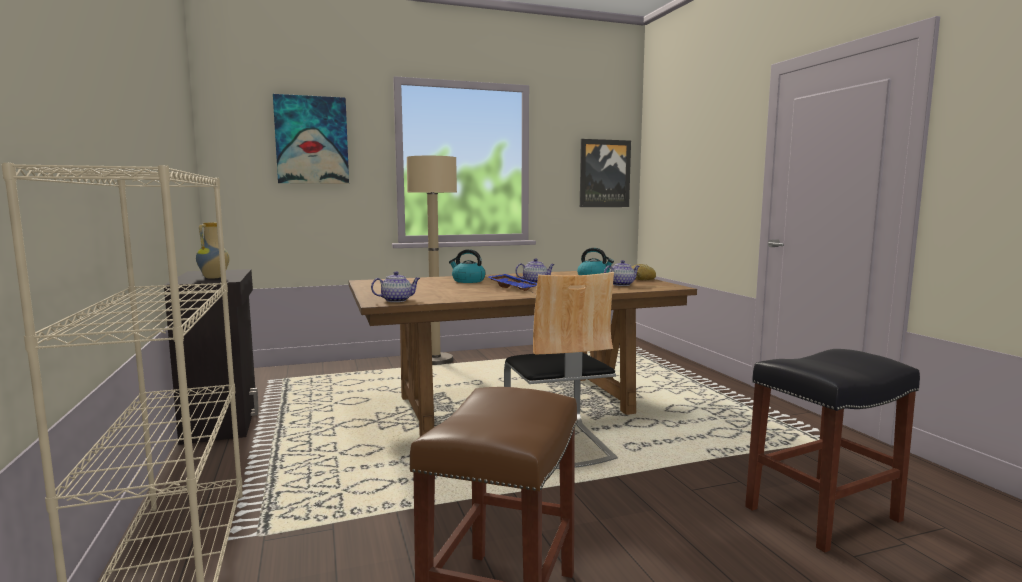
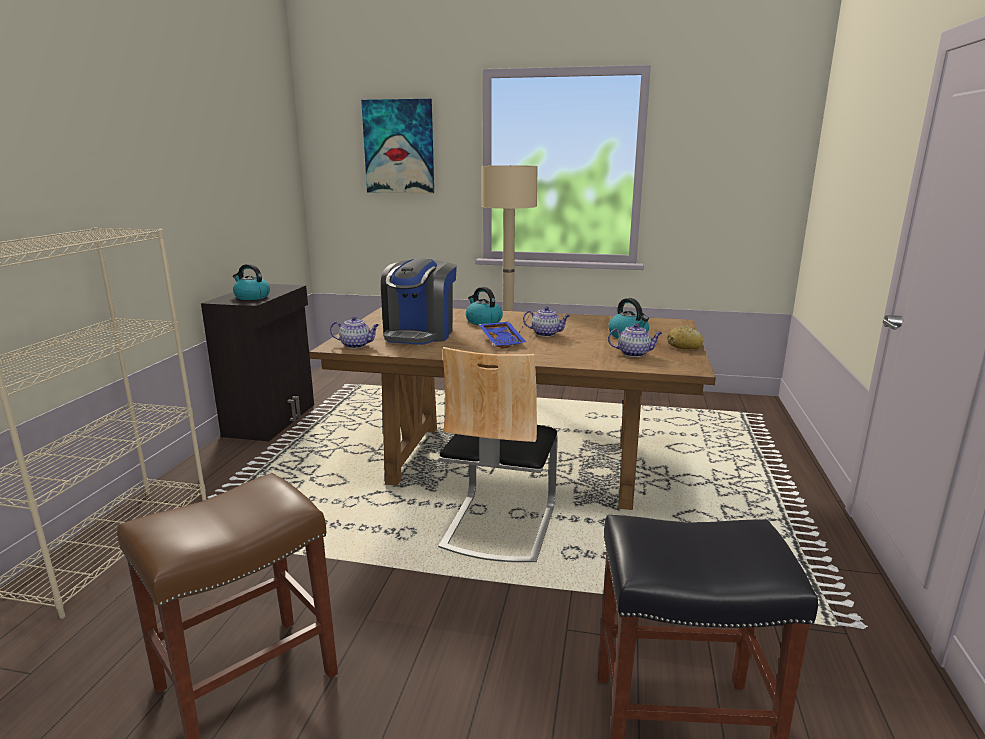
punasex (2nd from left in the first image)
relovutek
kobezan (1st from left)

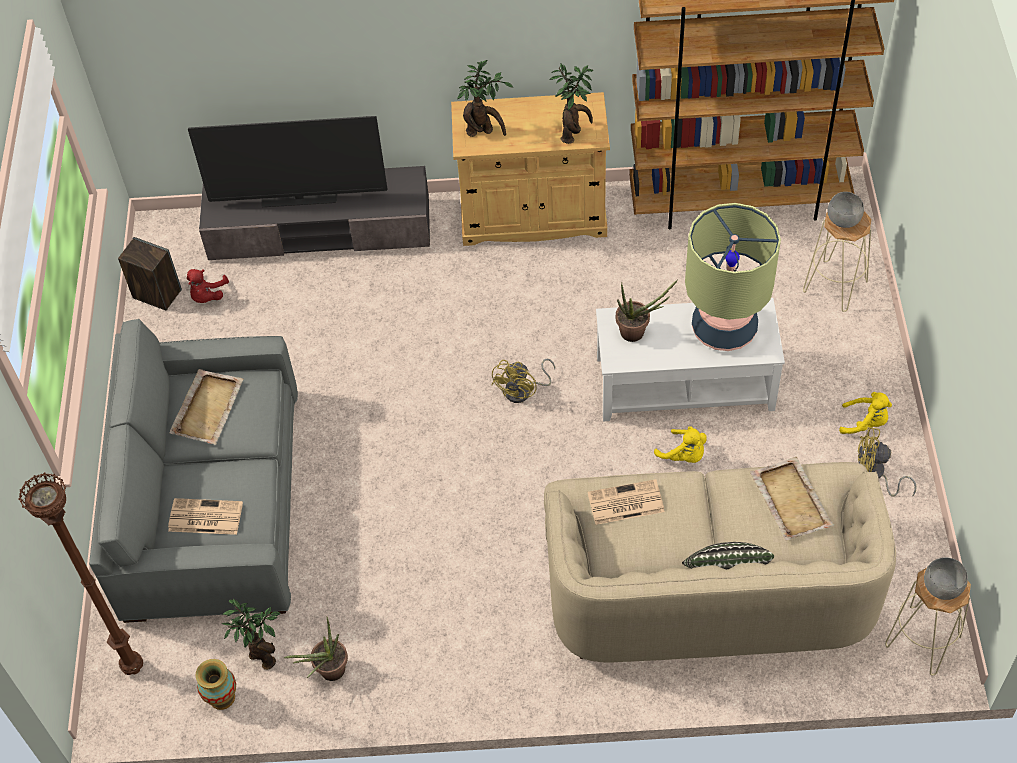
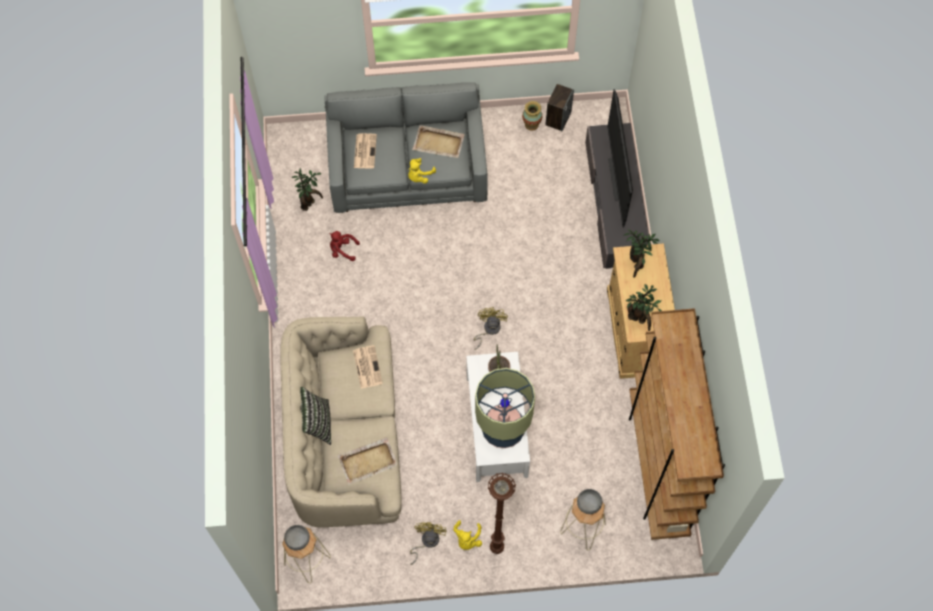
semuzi (2nd from left in the first image)
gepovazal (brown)
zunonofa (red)
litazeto
zunonofa (yellow) (1st from left)
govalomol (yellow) (2nd from left)

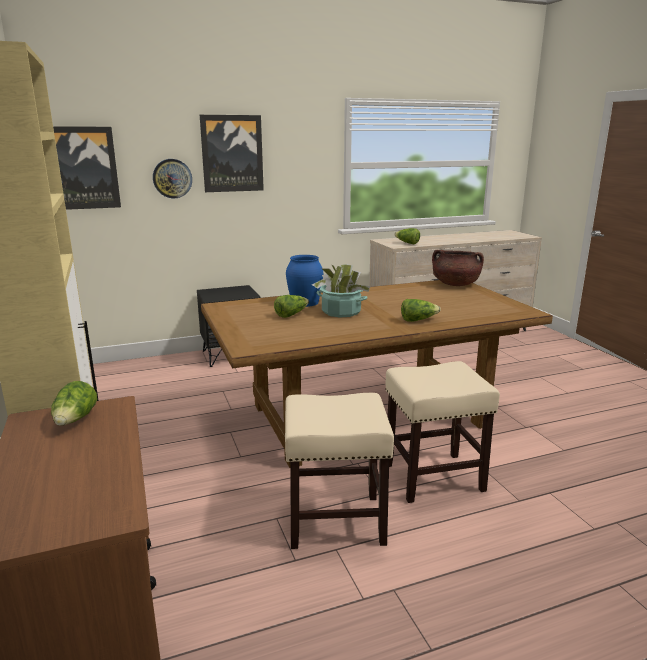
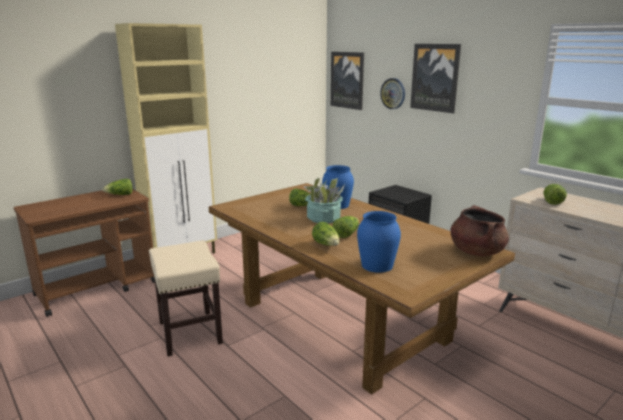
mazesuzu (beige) (2nd from left in the first image)
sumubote (4th from left)
litazeto (blue) (2nd from left)

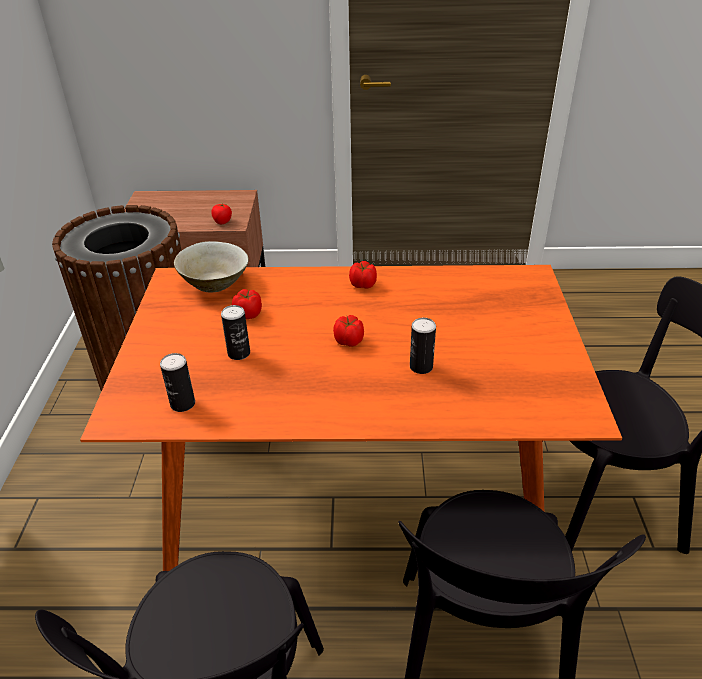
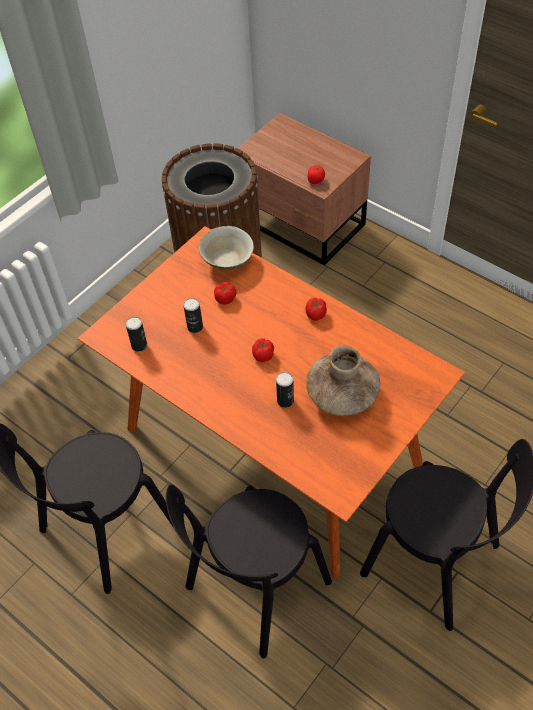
litazeto (brown)

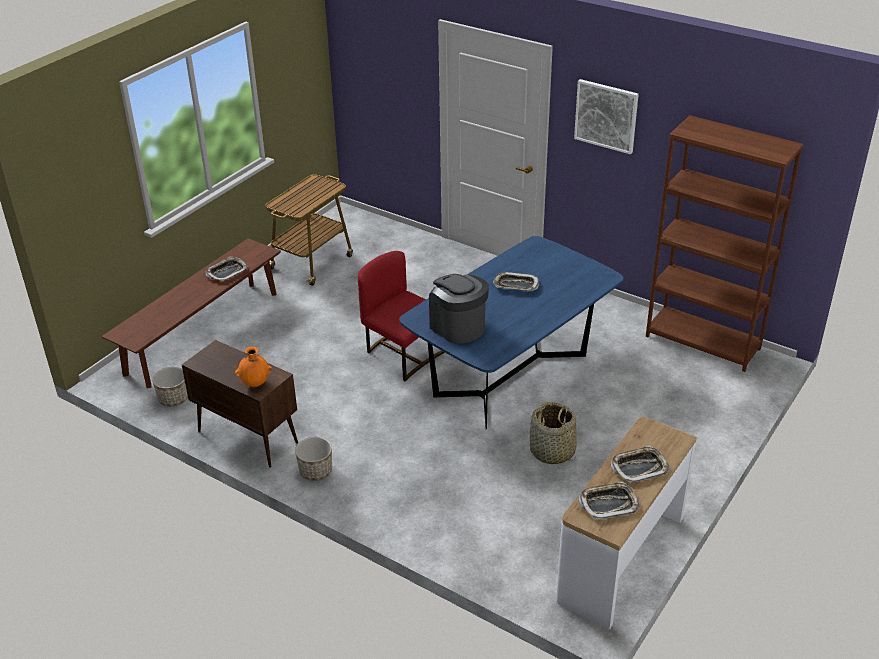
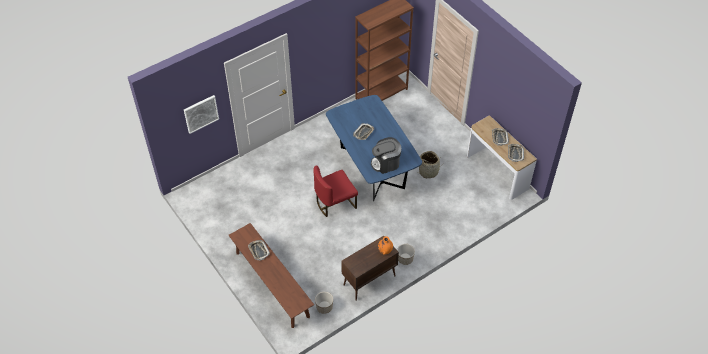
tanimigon
punasex

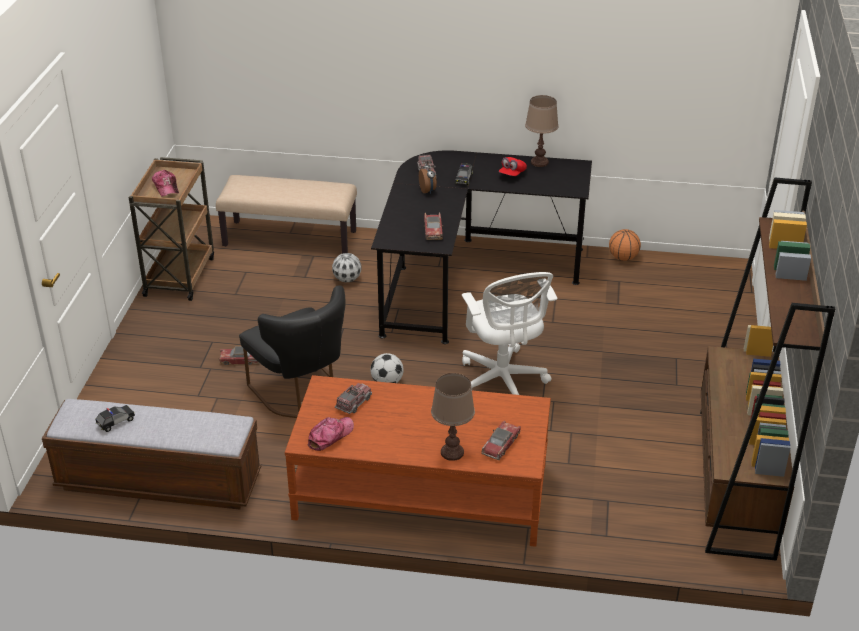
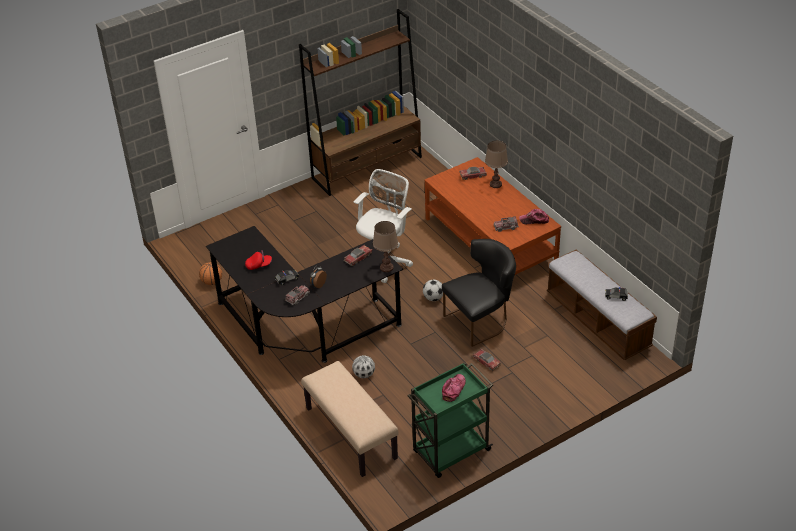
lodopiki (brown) (1st from left)
tanimigon (green)
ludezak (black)

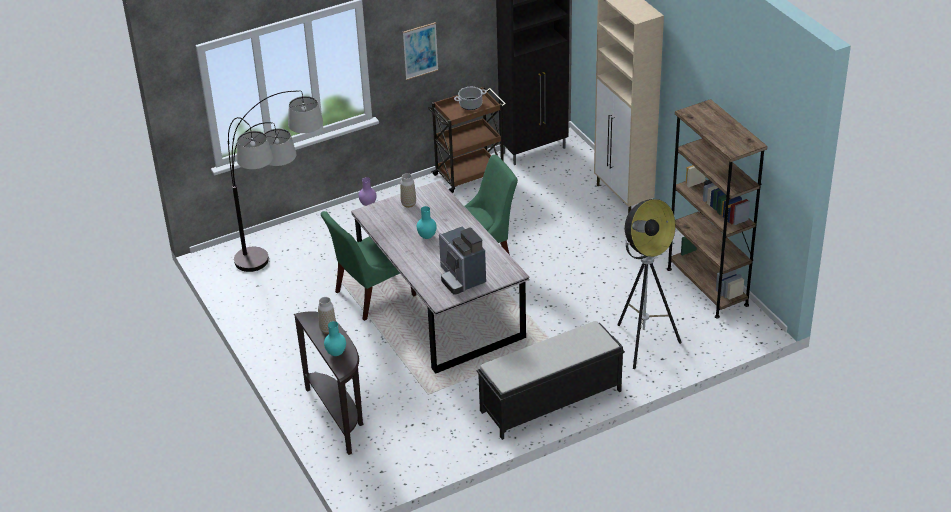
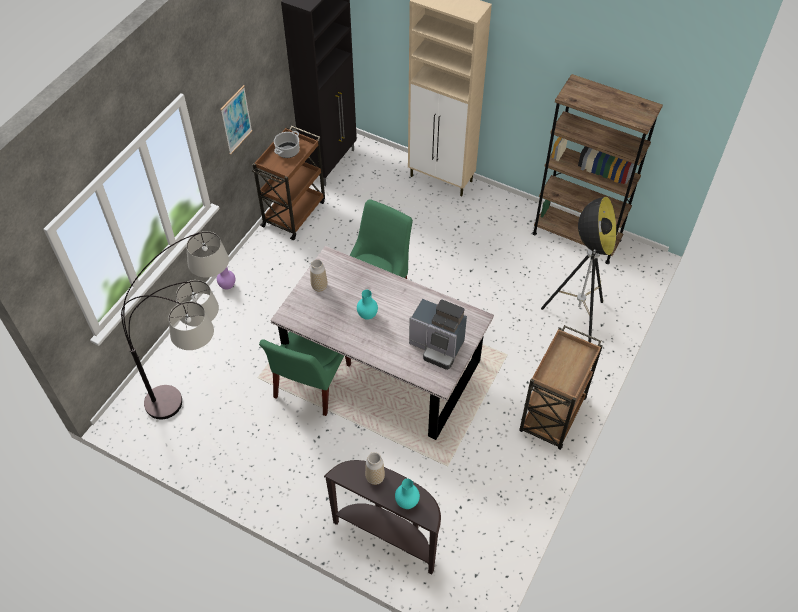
tanimigon (brown) (2nd from left)

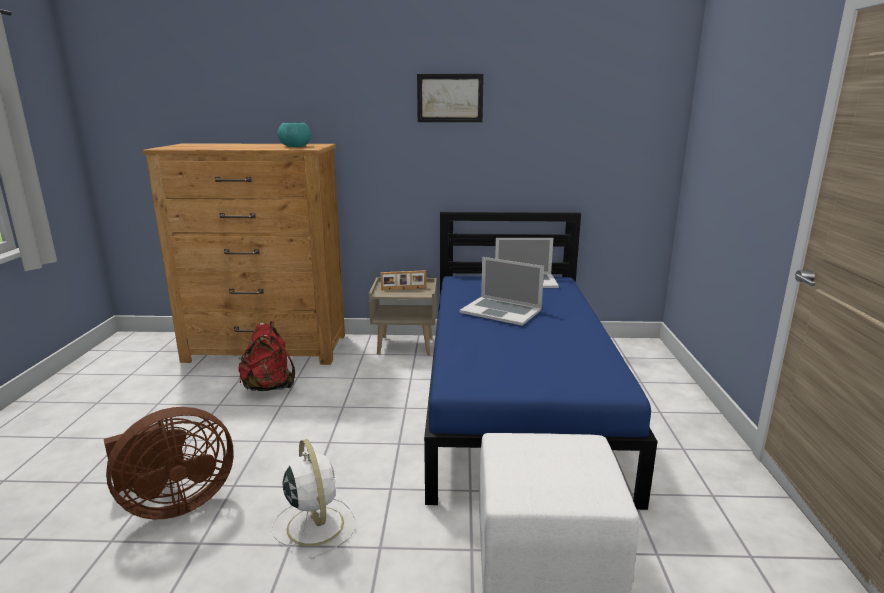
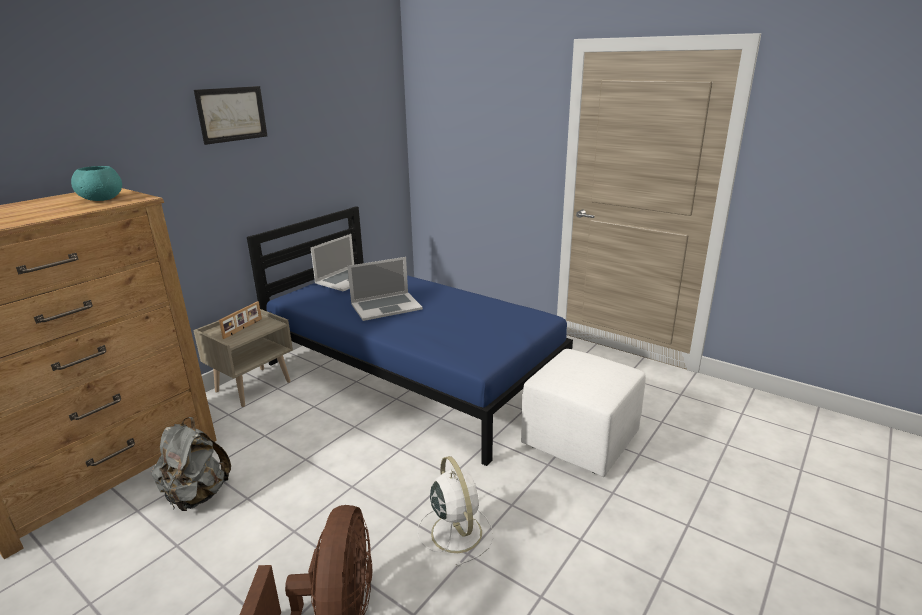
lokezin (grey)
govalomol (white)

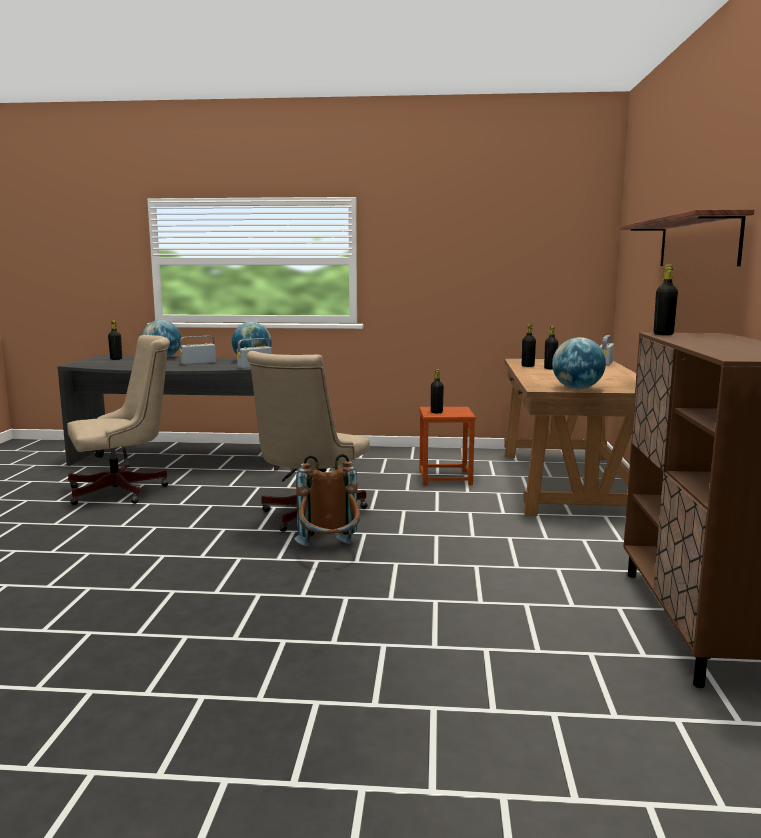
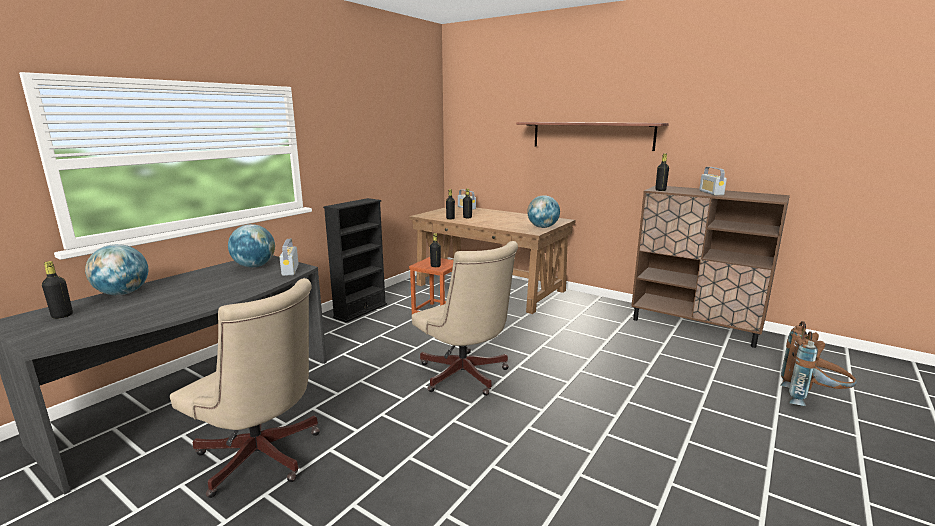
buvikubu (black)
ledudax (3rd from left)
lokezin (brown)
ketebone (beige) (1st from left)

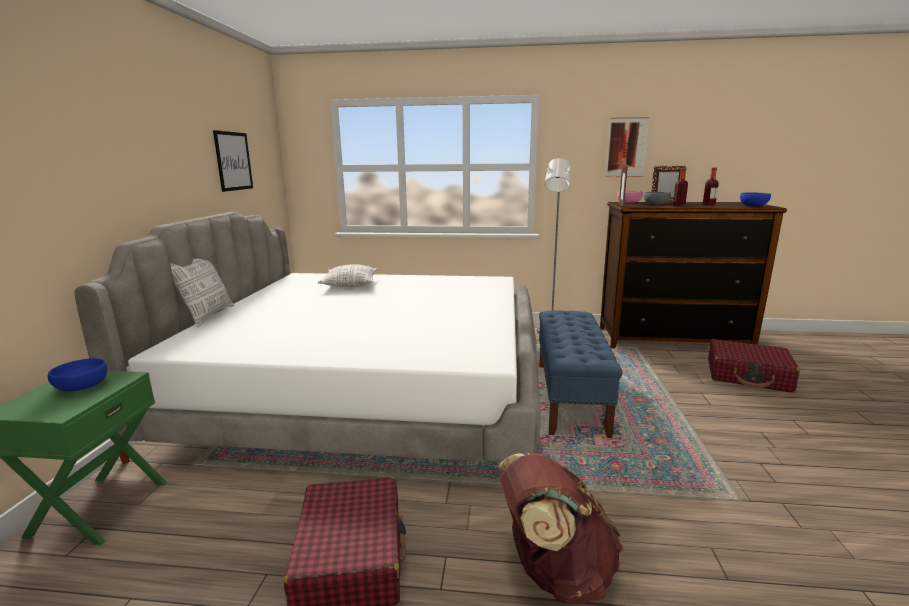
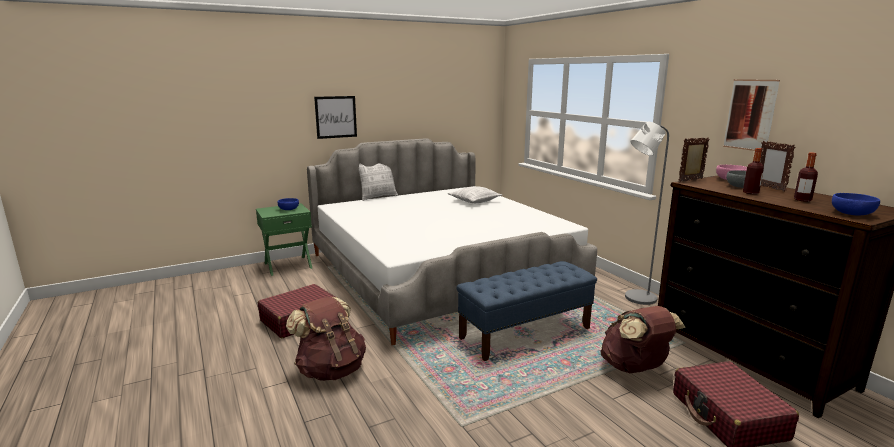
lokezin (brown) (2nd from left)
punasex (1st from left)

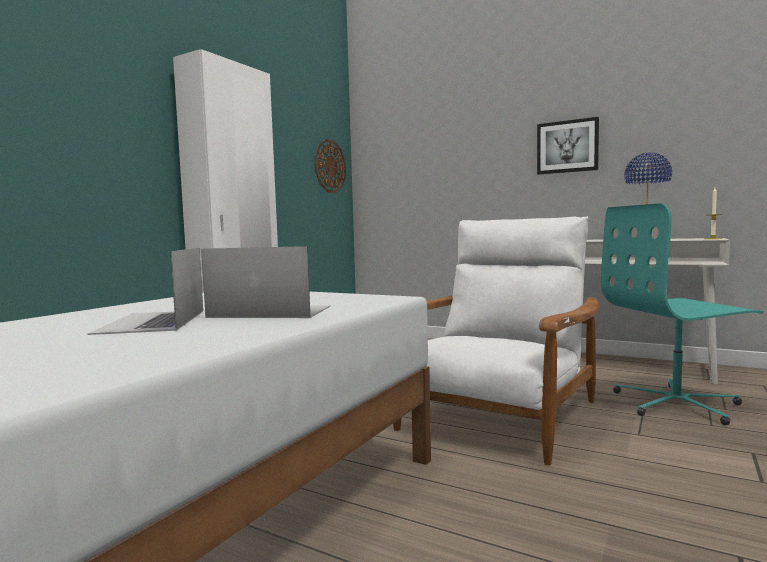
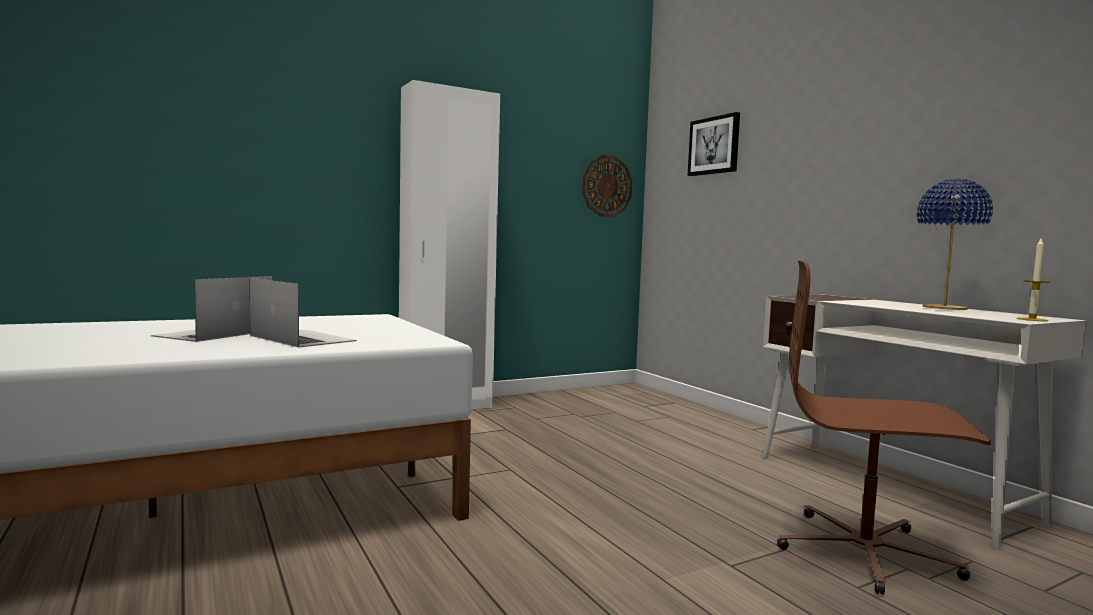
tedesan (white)
punasex
ketebone (brown)

